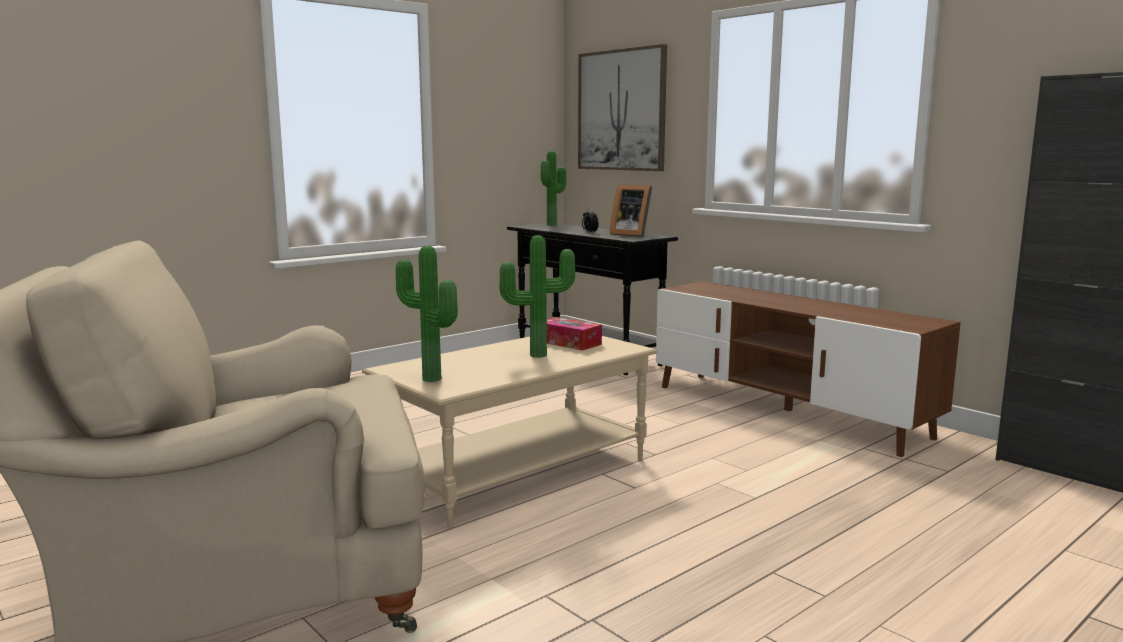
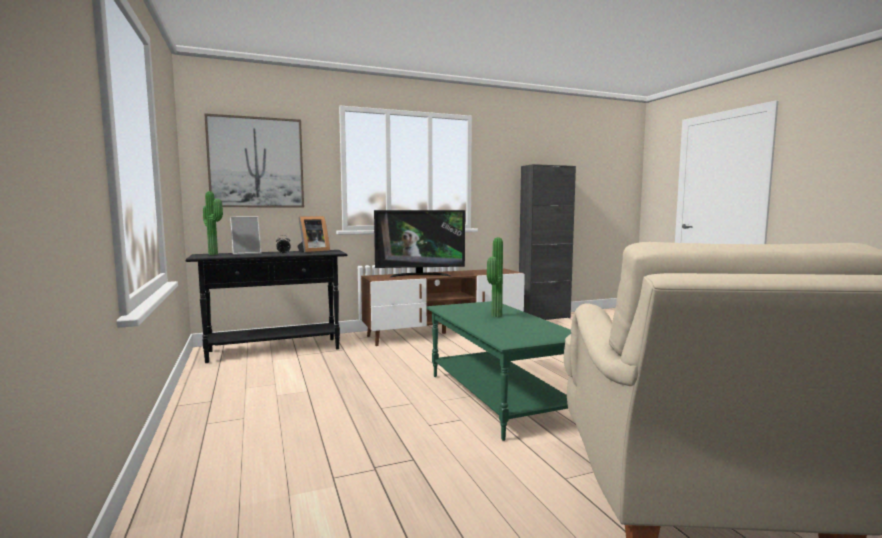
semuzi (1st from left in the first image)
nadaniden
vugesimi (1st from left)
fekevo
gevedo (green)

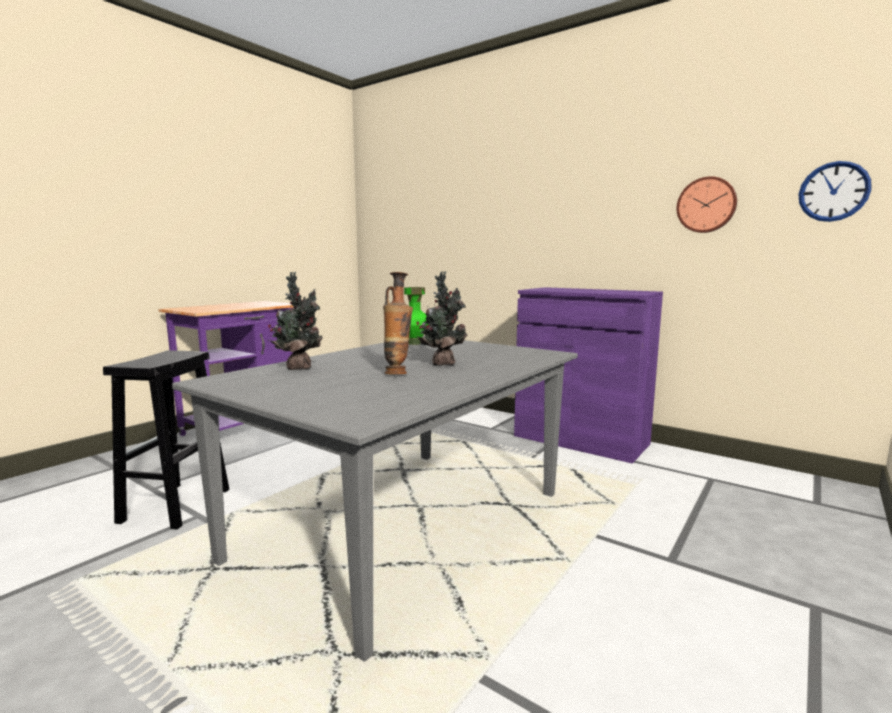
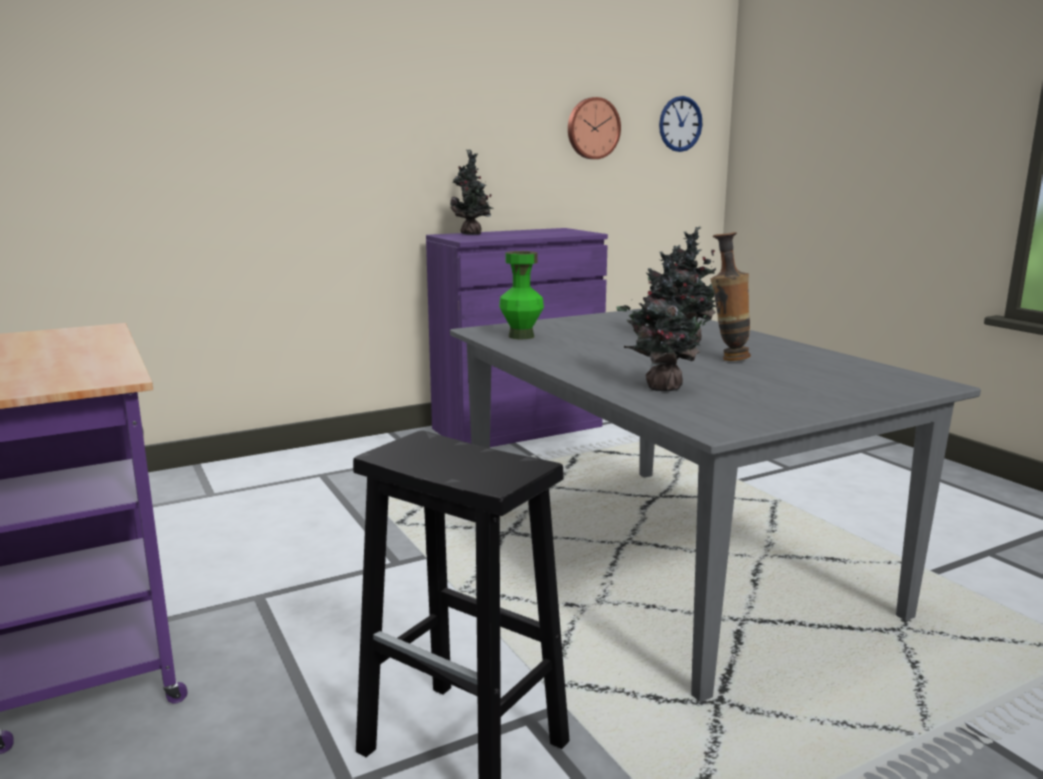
semuzi (1st from left)

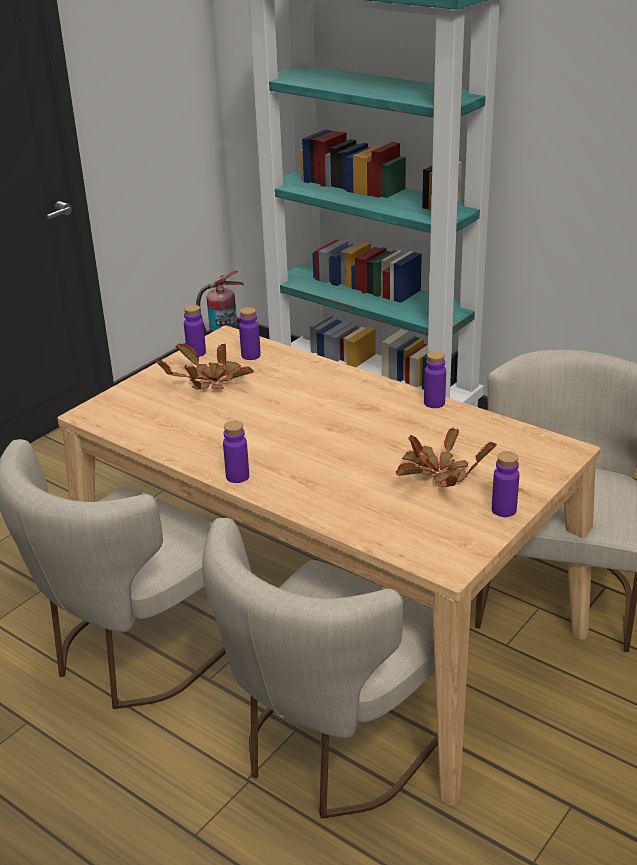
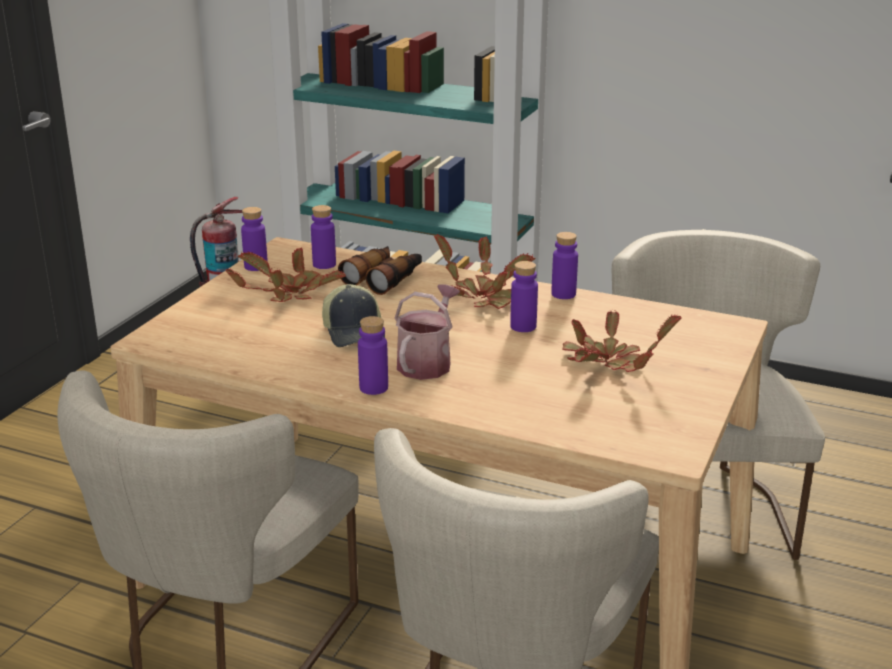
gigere
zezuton
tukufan
semuzi (2nd from left)
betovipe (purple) (4th from left)

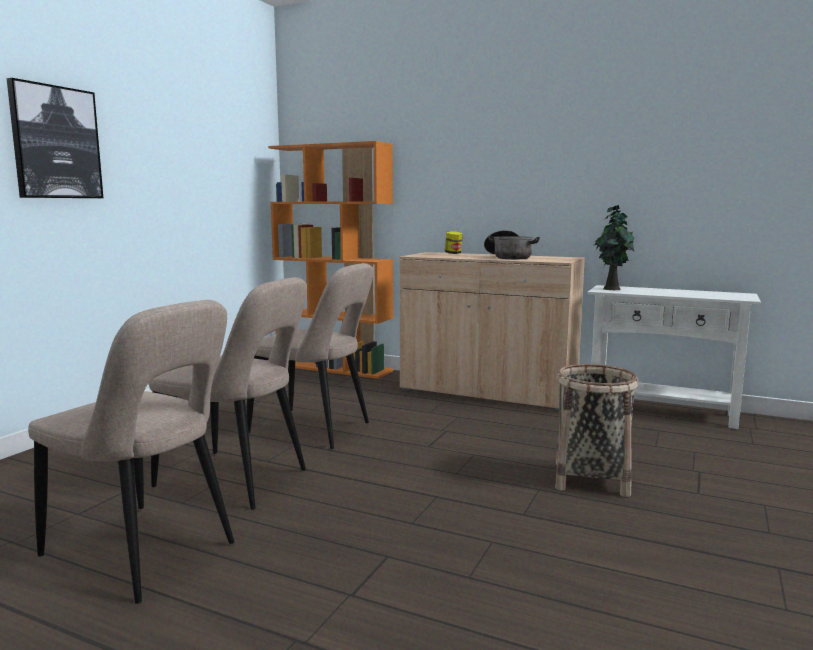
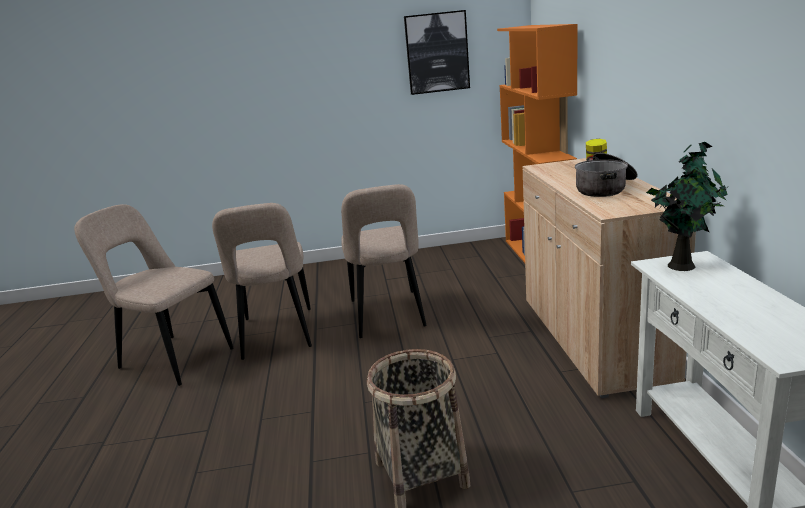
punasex
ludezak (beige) (1st from left)

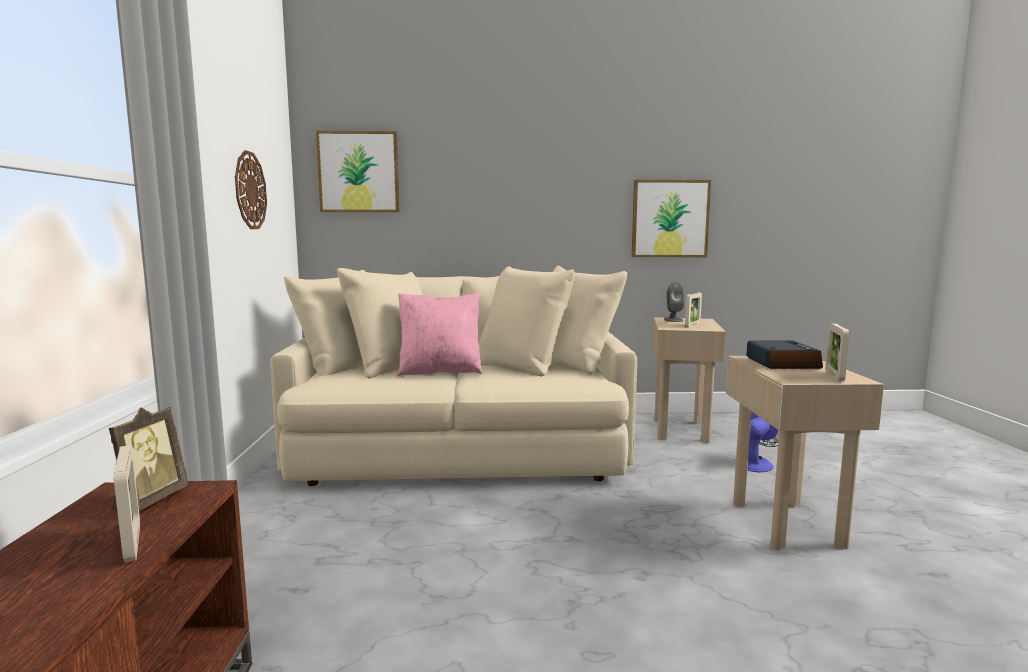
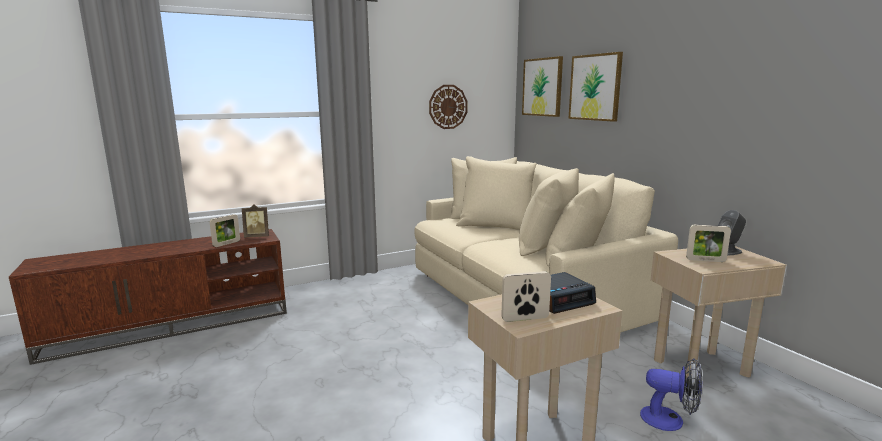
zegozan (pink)
punasex (2nd from left)

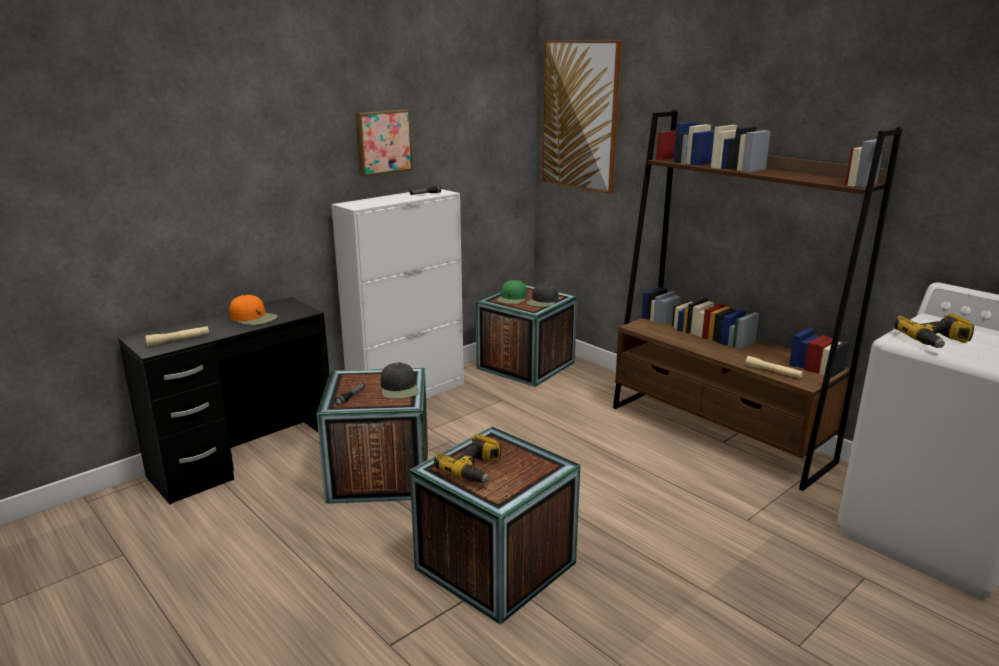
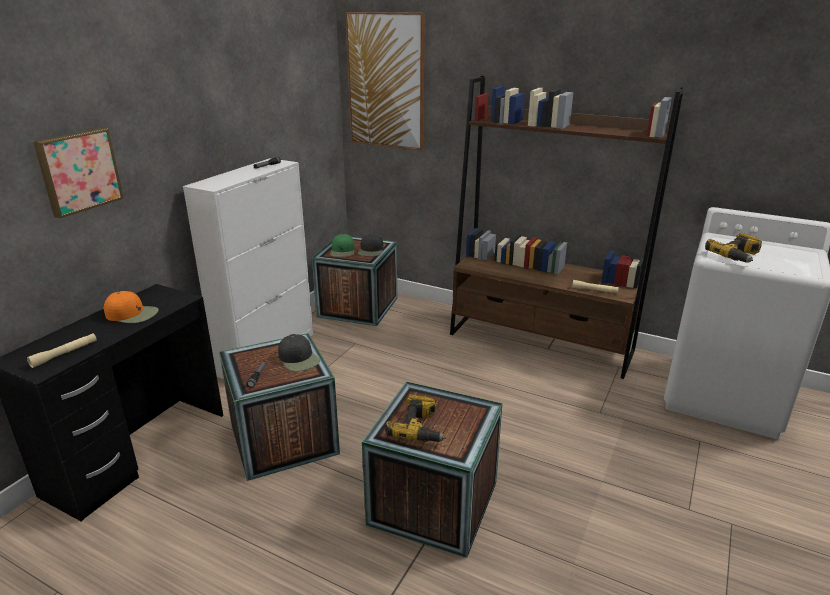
punasex (1st from left)

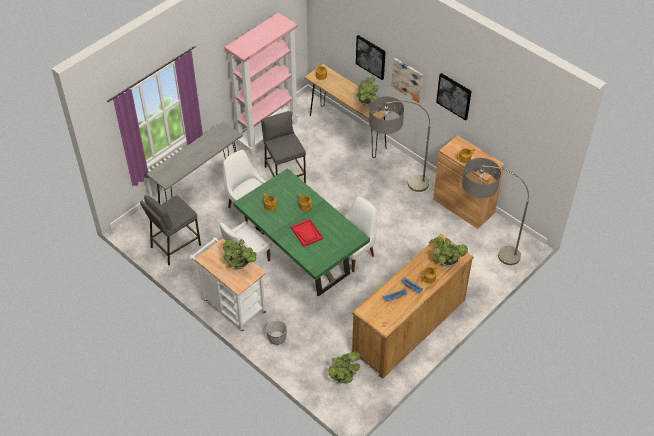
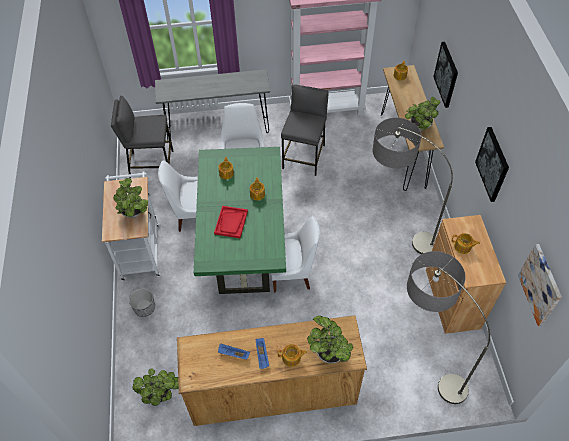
punasex (3rd from left)

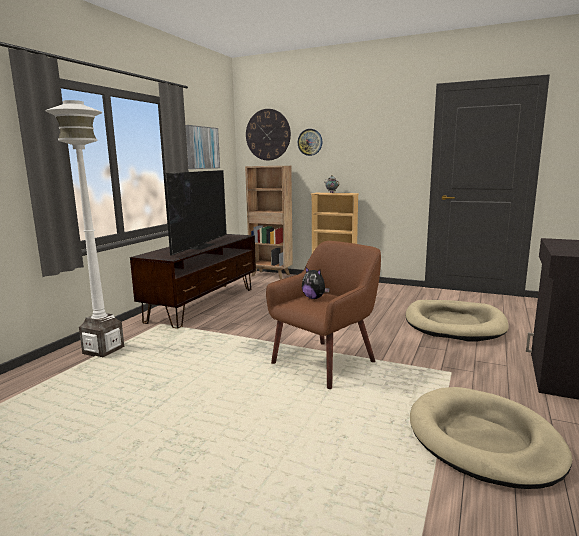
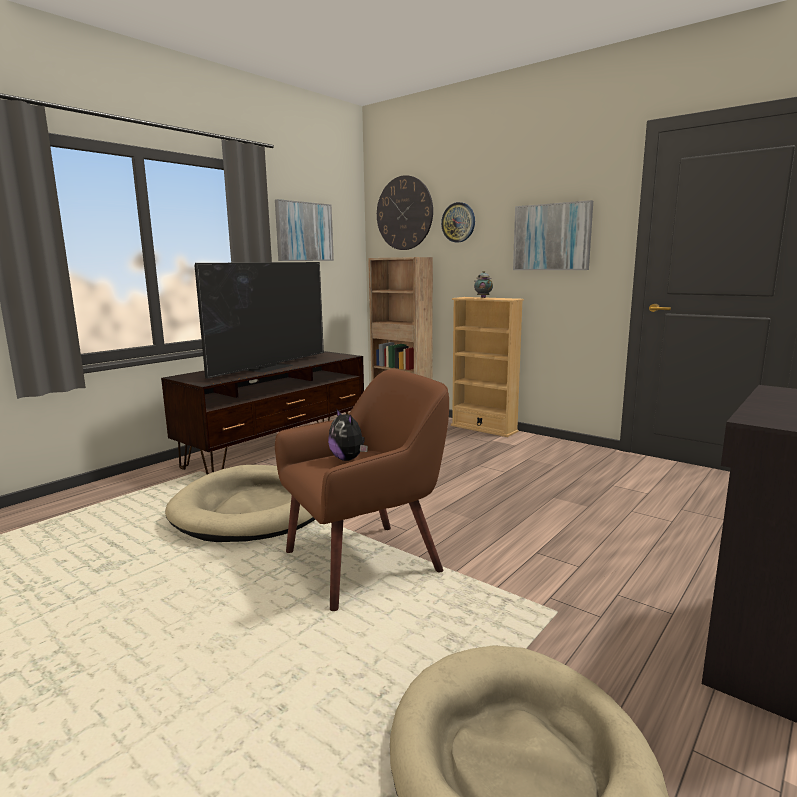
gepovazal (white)
punasex (2nd from left)
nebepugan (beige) (1st from left)

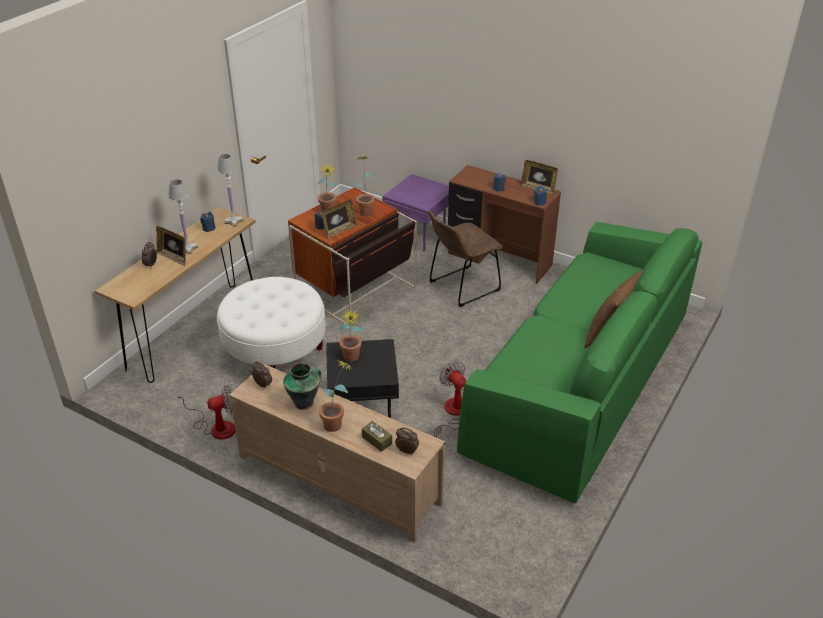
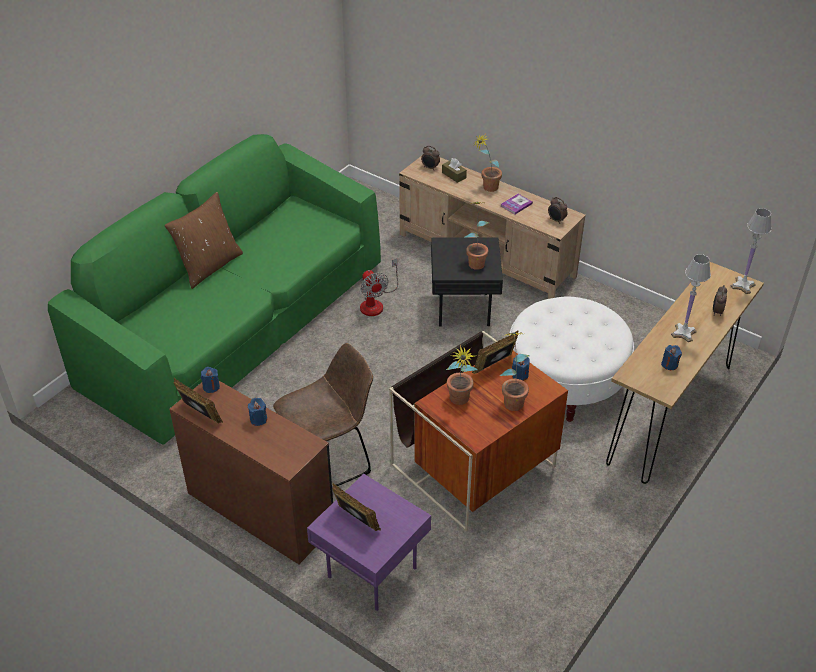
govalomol (1st from left in the first image)
vugesimi (2nd from left)
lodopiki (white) (2nd from left)
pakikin

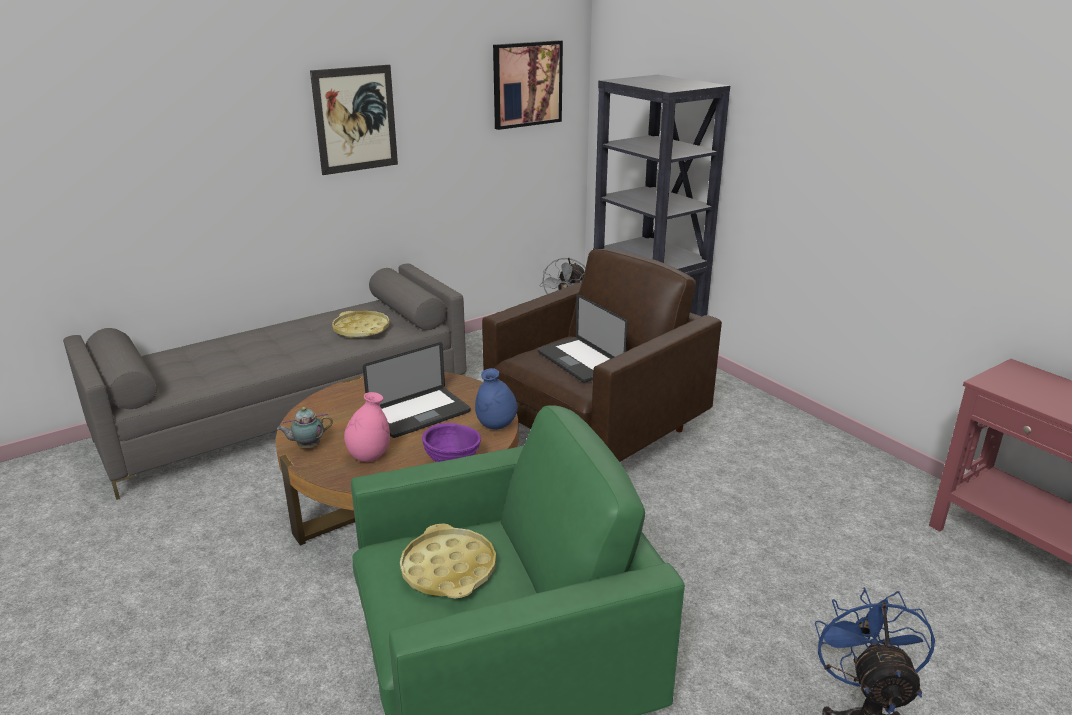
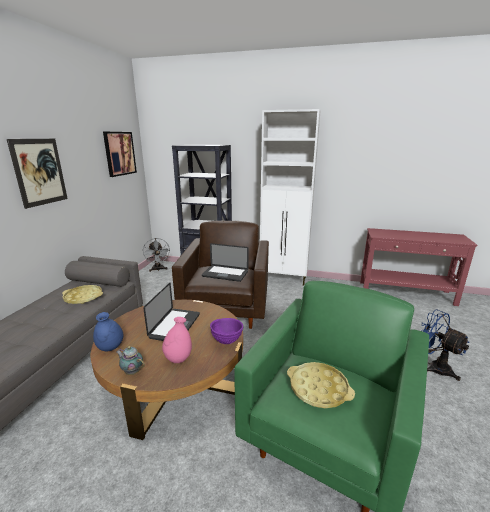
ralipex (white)
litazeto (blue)
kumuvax

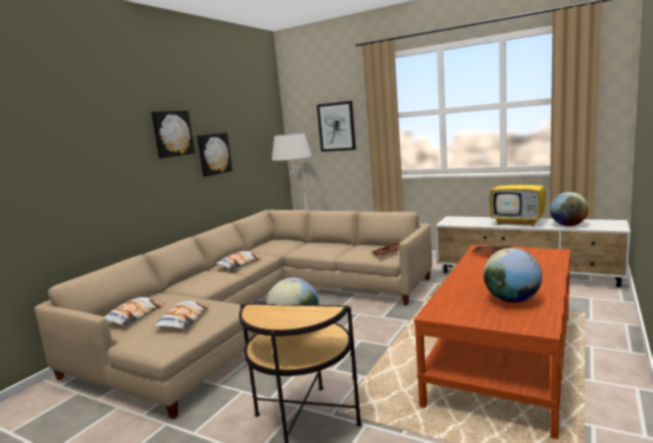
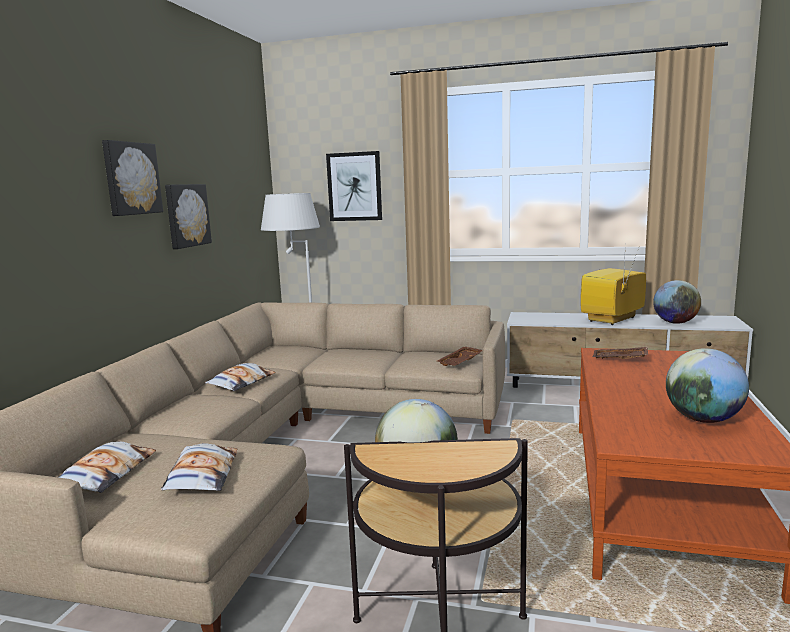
fekevo

